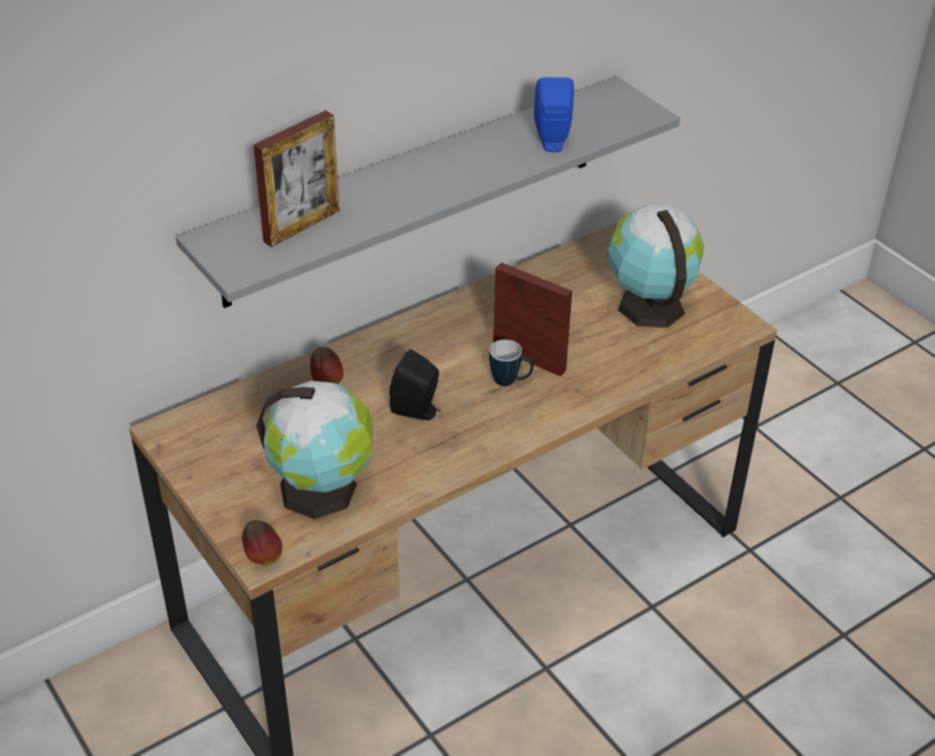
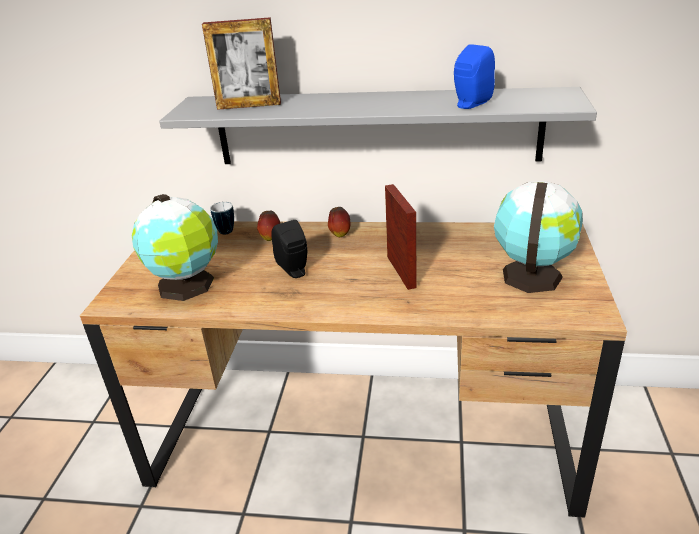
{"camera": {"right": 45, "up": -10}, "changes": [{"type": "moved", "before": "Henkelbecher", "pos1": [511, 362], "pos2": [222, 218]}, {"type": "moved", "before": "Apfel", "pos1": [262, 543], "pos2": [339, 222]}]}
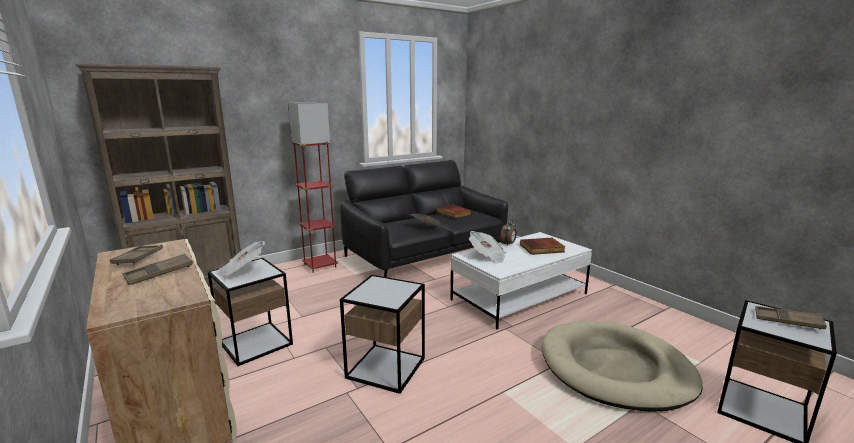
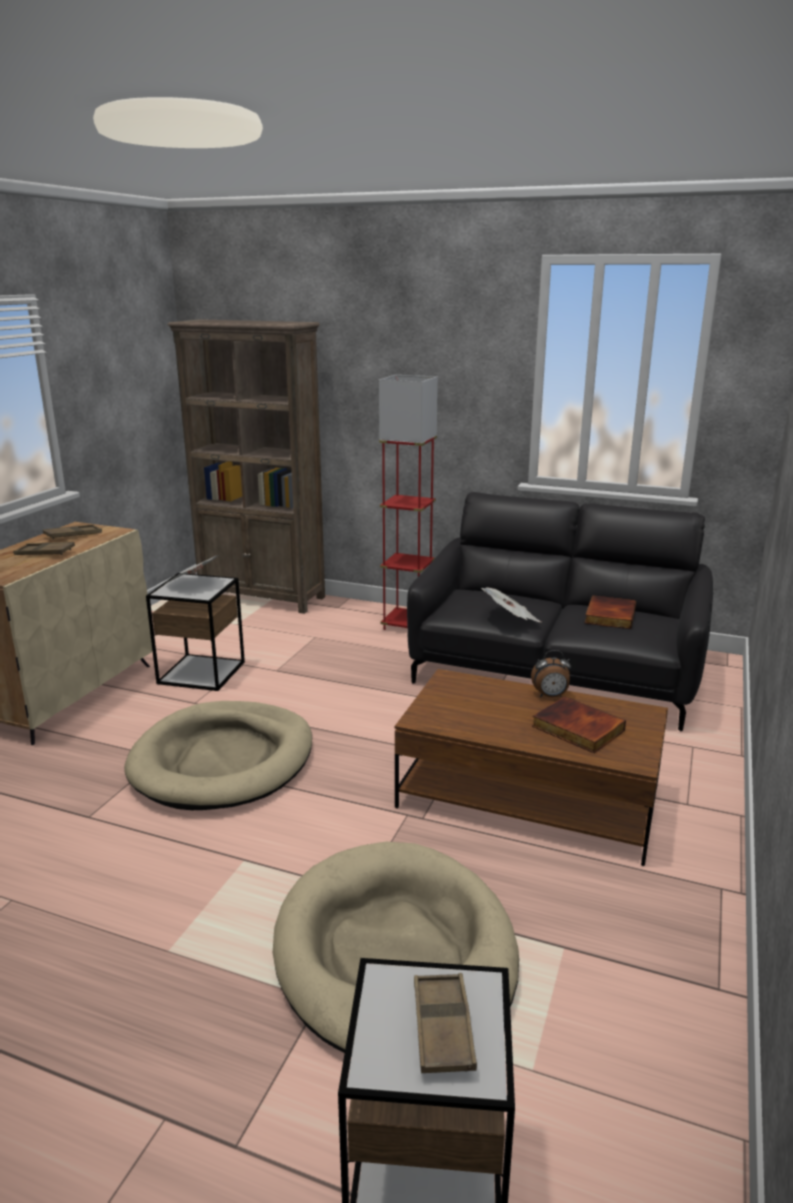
{"camera": {"right": 55, "up": 5}, "changes": [{"type": "removed", "before": "Zeitung", "pos1": [487, 246]}, {"type": "recoloured", "before": "Couchtisch [weiß]", "after": "Couchtisch [braun]", "pos1": [521, 281], "pos2": [531, 767]}, {"type": "replaced", "before": "Beistelltisch", "after": "Hundebett [beige]", "pos1": [382, 334], "pos2": [218, 755]}]}
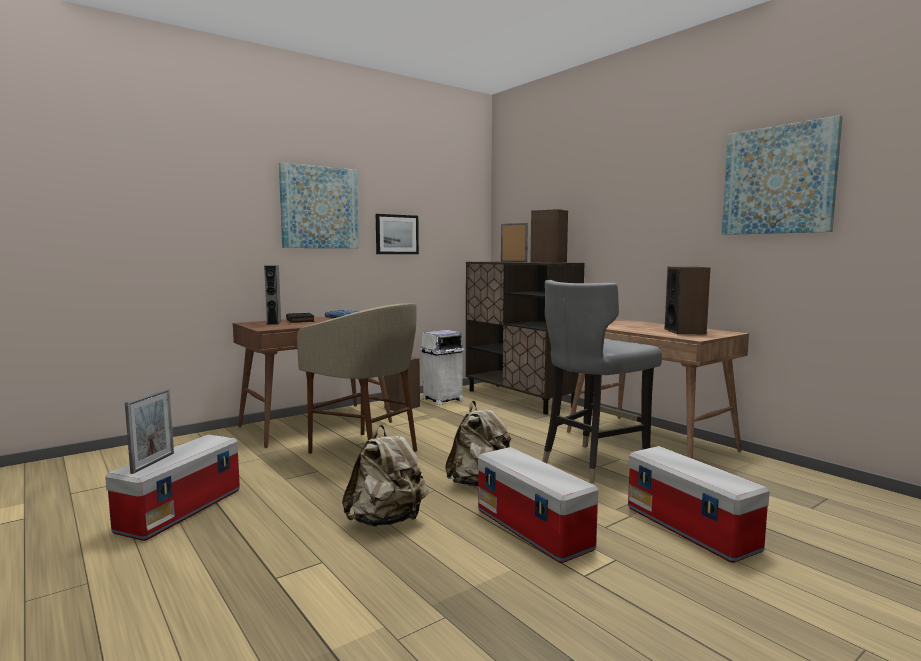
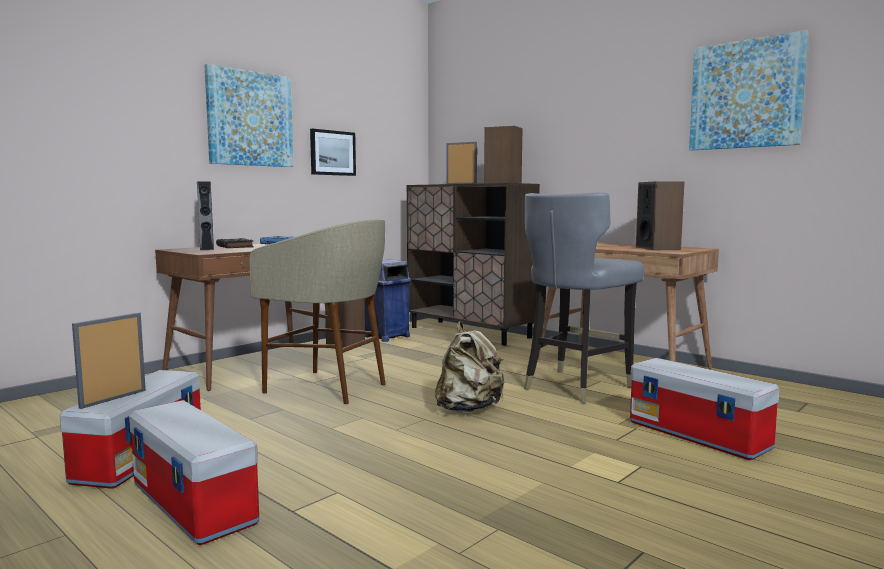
{"camera": {"right": -10, "up": 0}, "changes": [{"type": "recoloured", "before": "Mülleimer [weiß]", "after": "Mülleimer [blau]", "pos1": [442, 367], "pos2": [388, 301]}, {"type": "turned", "before": "Bilderrahmen", "pos1": [149, 431], "pos2": [109, 360], "turn": -150}, {"type": "removed", "before": "Rucksack [beige]", "pos1": [385, 475]}, {"type": "moved", "before": "Aufbewahrungsbox", "pos1": [538, 505], "pos2": [194, 472]}]}
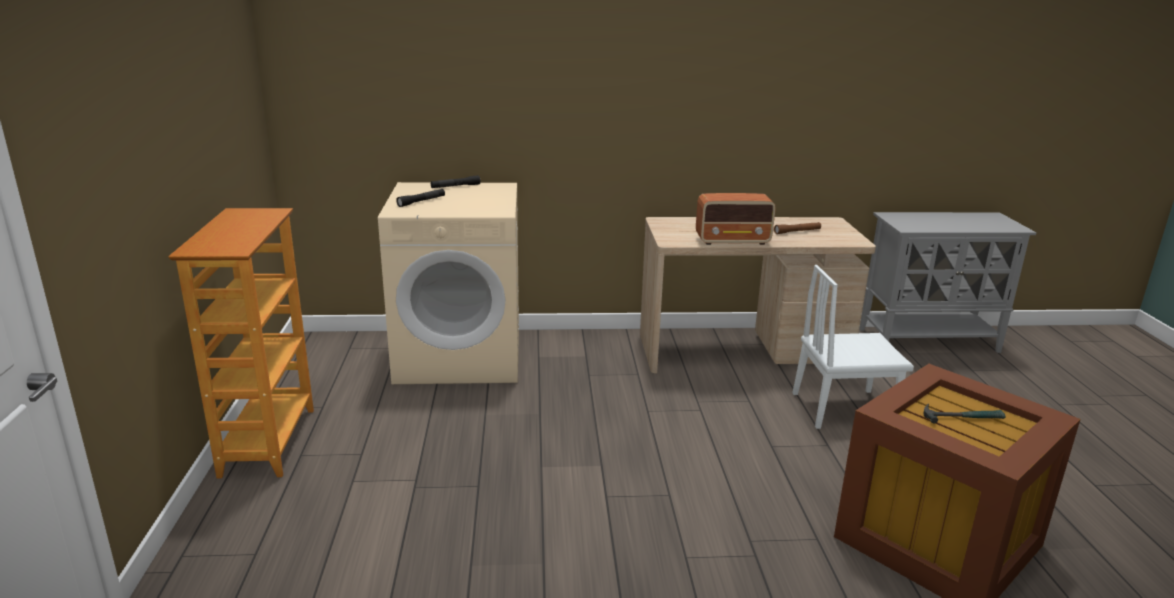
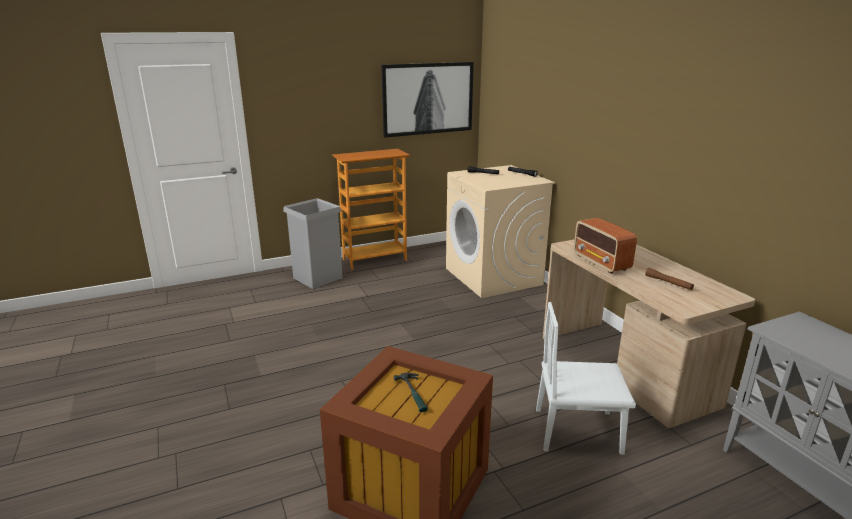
{"camera": {"right": 70, "up": 0}, "changes": [{"type": "turned", "before": "Stuhl [weiß]", "pos1": [853, 347], "pos2": [586, 378], "turn": -60}, {"type": "added", "after": "Bild", "pos2": [427, 100]}, {"type": "added", "after": "Mülleimer [grau]", "pos2": [312, 243]}]}
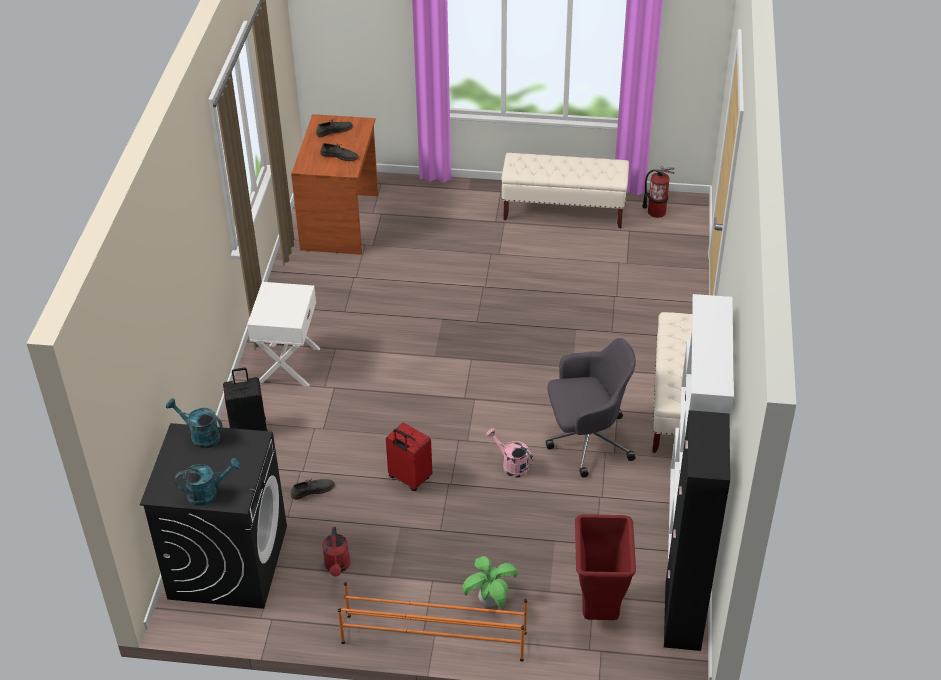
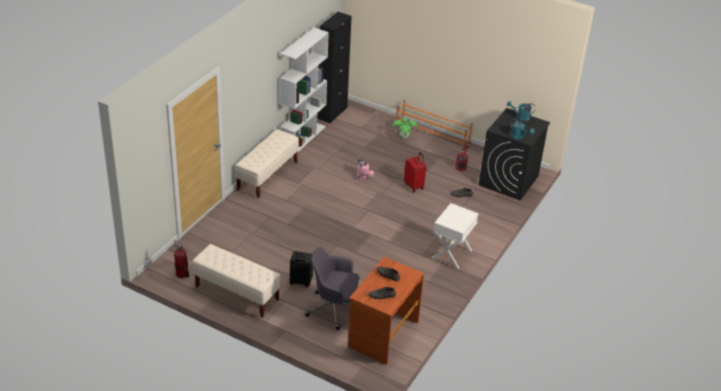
{"camera": {"right": -160, "up": -5}, "changes": [{"type": "moved", "before": "Bürostuhl [grau]", "pos1": [591, 407], "pos2": [332, 288]}, {"type": "moved", "before": "Koffer [schwarz]", "pos1": [245, 399], "pos2": [301, 269]}, {"type": "removed", "before": "Mülleimer [rot]", "pos1": [605, 567]}]}
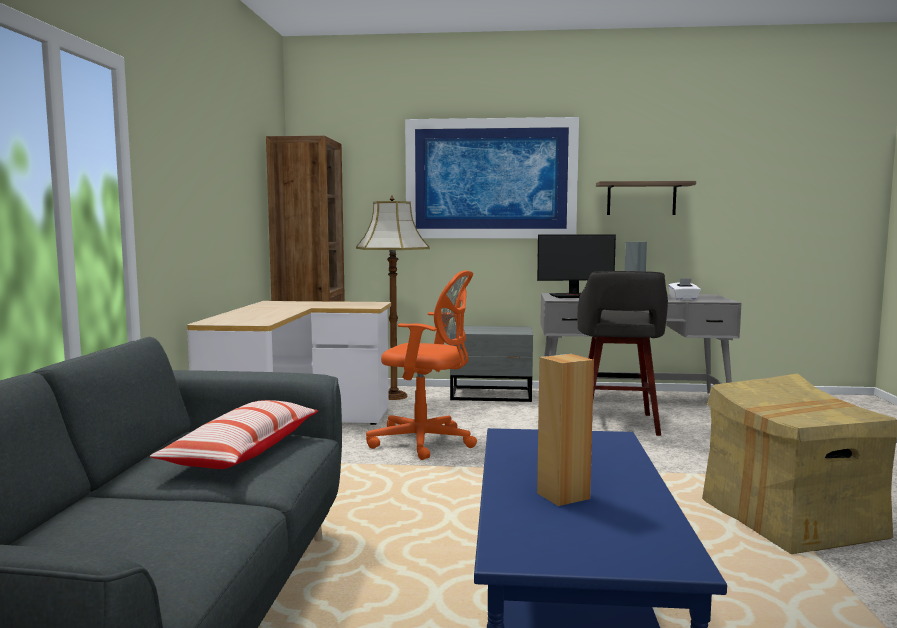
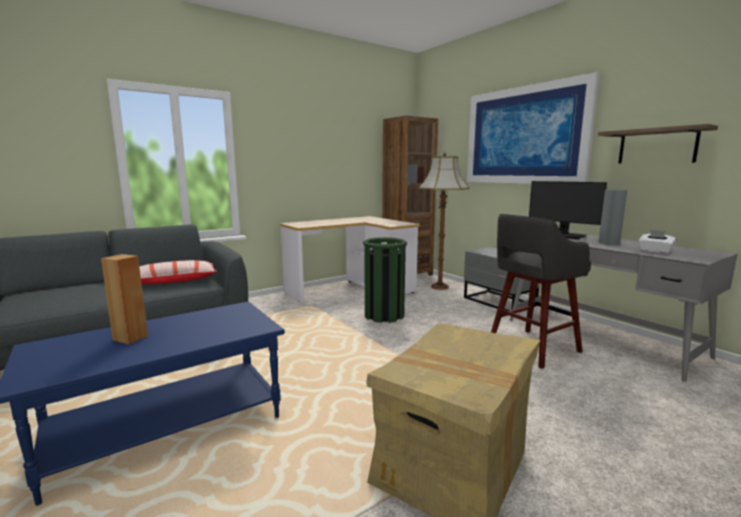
{"camera": {"right": 50, "up": 5}, "changes": [{"type": "replaced", "before": "Bürostuhl [orange]", "after": "Mülleimer [grün]", "pos1": [421, 365], "pos2": [385, 280]}]}
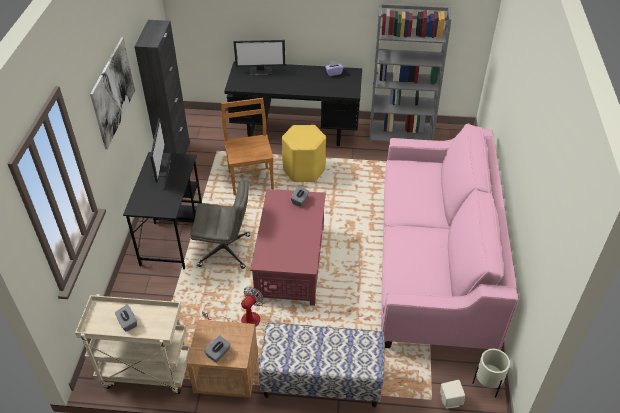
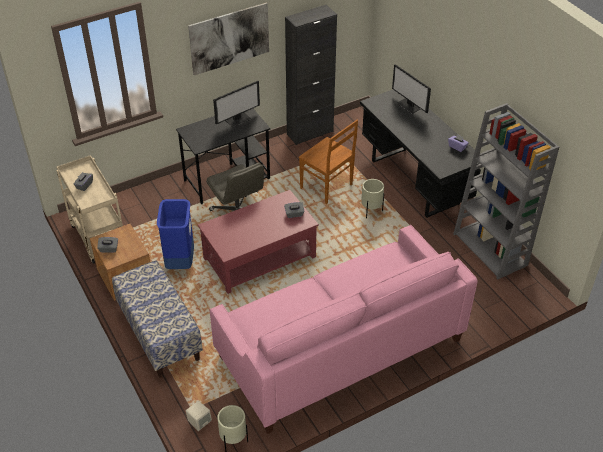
{"camera": {"right": 55, "up": 0}, "changes": [{"type": "turned", "before": "Stuhl [braun]", "pos1": [247, 146], "pos2": [328, 162], "turn": 90}, {"type": "replaced", "before": "Hocker [gelb]", "after": "Pflanzkübel [beige]", "pos1": [304, 153], "pos2": [372, 199]}, {"type": "replaced", "before": "Ventilator", "after": "Mülleimer [blau]", "pos1": [233, 307], "pos2": [175, 234]}]}
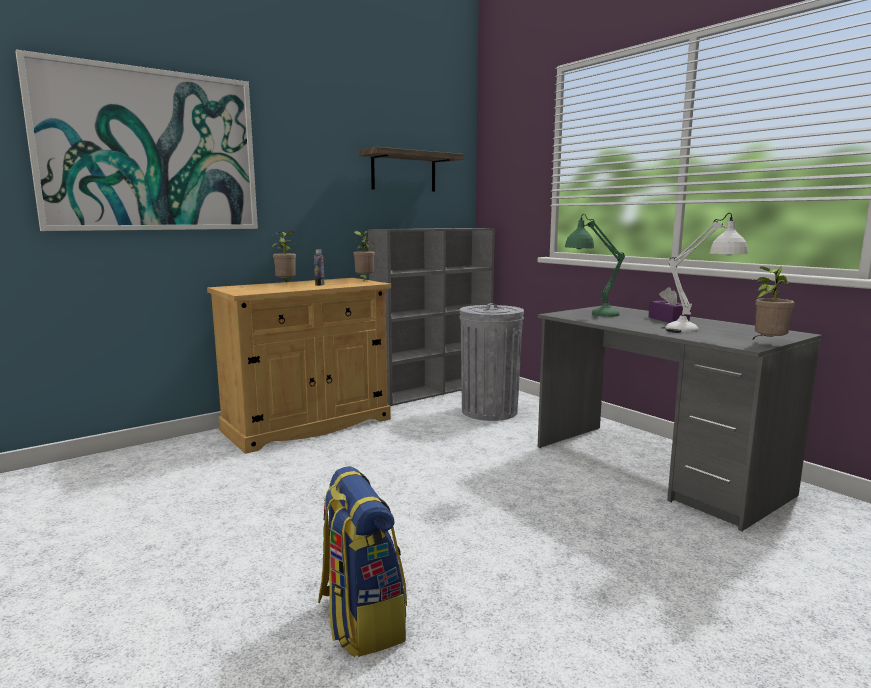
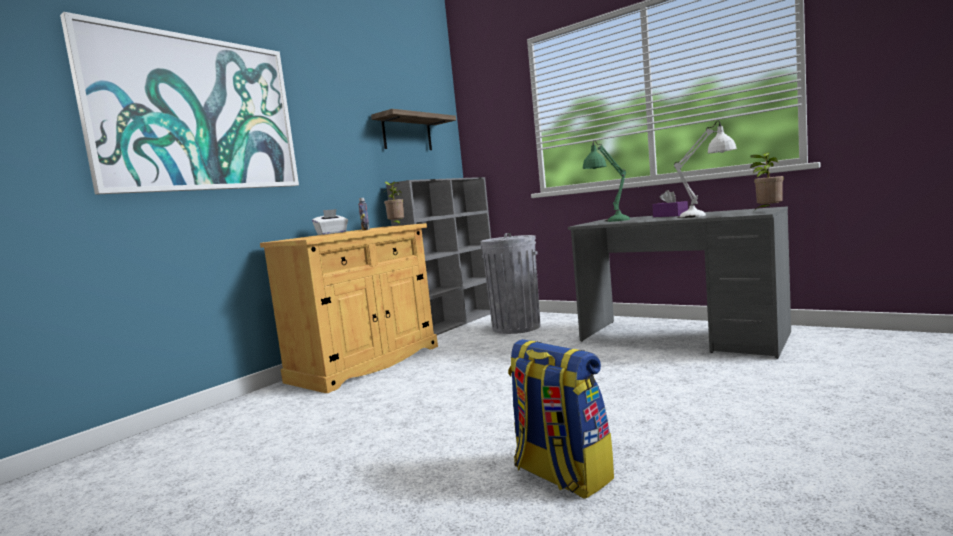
{"camera": {"right": -15, "up": -5}, "changes": [{"type": "replaced", "before": "Topfpflanze", "after": "Taschentuchbox [weiß]", "pos1": [284, 256], "pos2": [330, 222]}]}
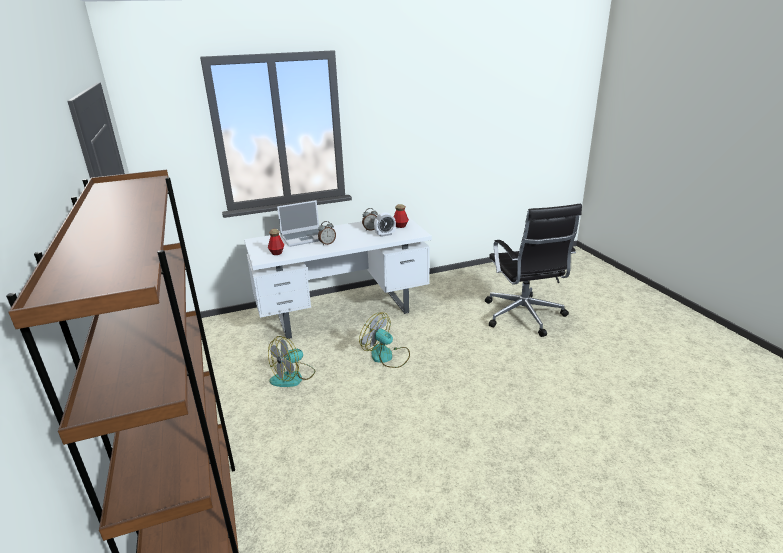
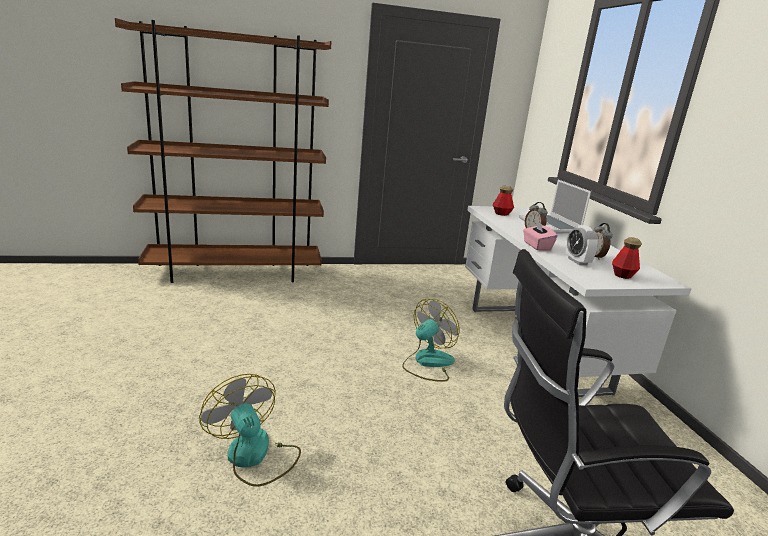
{"camera": {"right": 95, "up": -5}, "changes": [{"type": "moved", "before": "Ventilator", "pos1": [291, 361], "pos2": [250, 430]}, {"type": "added", "after": "Taschentuchbox [rosa]", "pos2": [540, 235]}]}
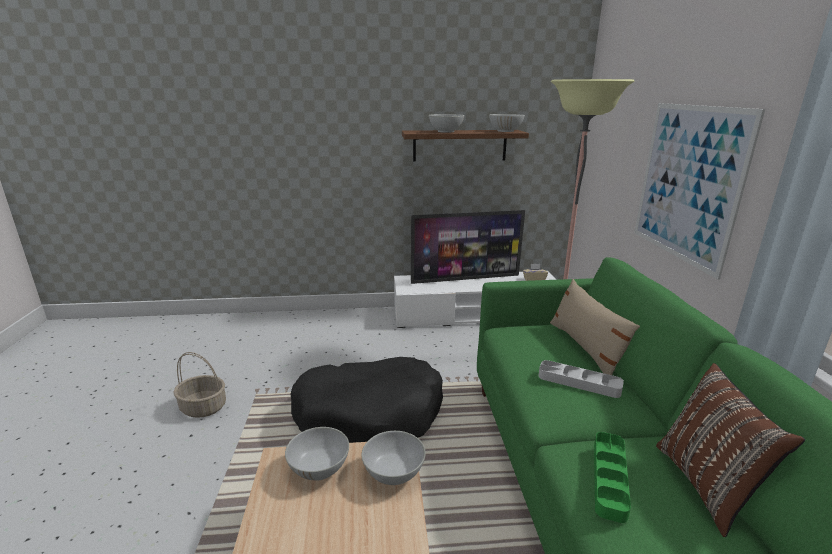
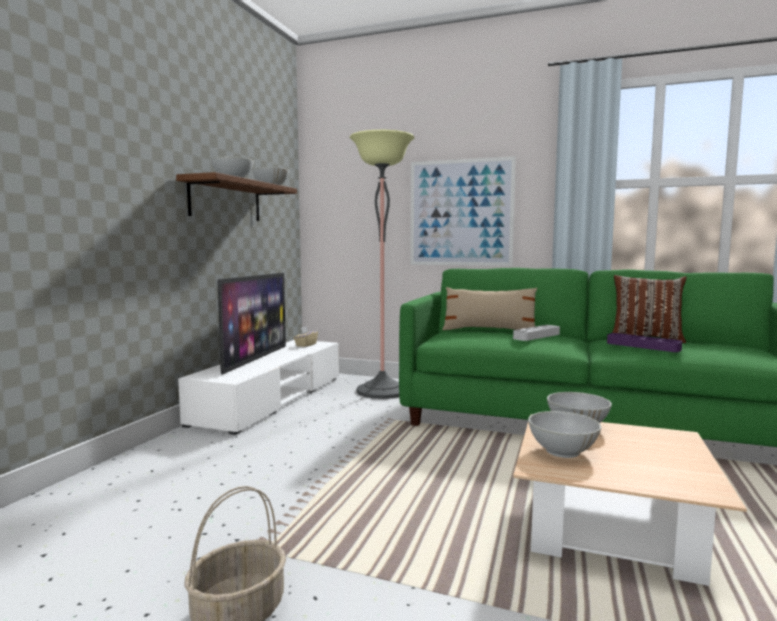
{"camera": {"right": -65, "up": -15}, "changes": [{"type": "removed", "before": "Hundebett [schwarz]", "pos1": [367, 400]}, {"type": "recoloured", "before": "Tablett [grün]", "after": "Tablett [lila]", "pos1": [612, 477], "pos2": [644, 342]}]}
